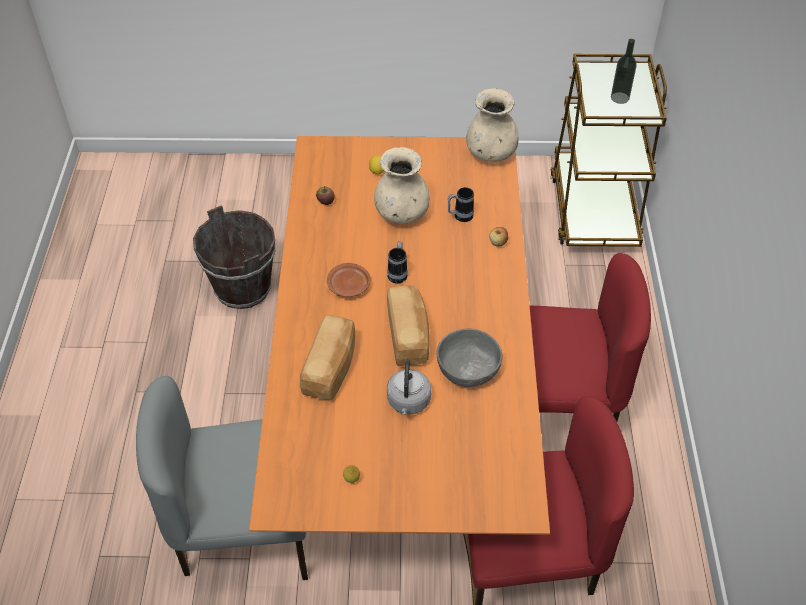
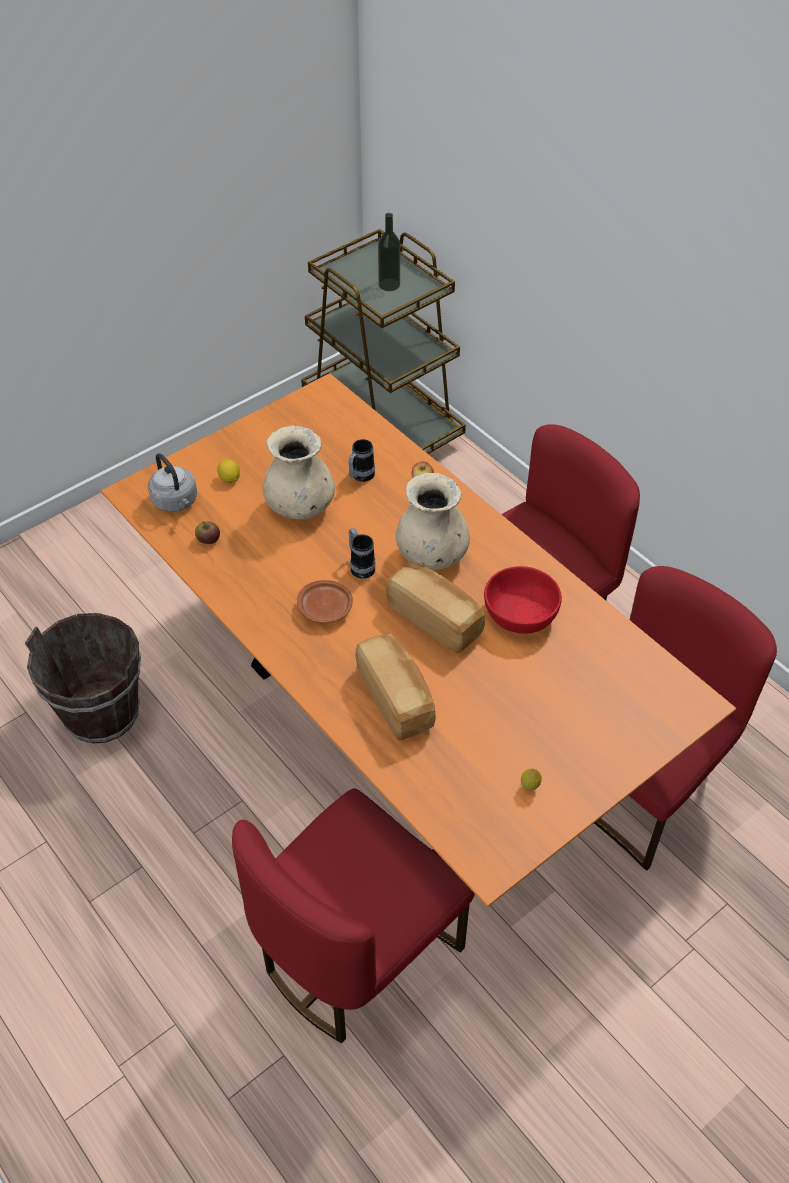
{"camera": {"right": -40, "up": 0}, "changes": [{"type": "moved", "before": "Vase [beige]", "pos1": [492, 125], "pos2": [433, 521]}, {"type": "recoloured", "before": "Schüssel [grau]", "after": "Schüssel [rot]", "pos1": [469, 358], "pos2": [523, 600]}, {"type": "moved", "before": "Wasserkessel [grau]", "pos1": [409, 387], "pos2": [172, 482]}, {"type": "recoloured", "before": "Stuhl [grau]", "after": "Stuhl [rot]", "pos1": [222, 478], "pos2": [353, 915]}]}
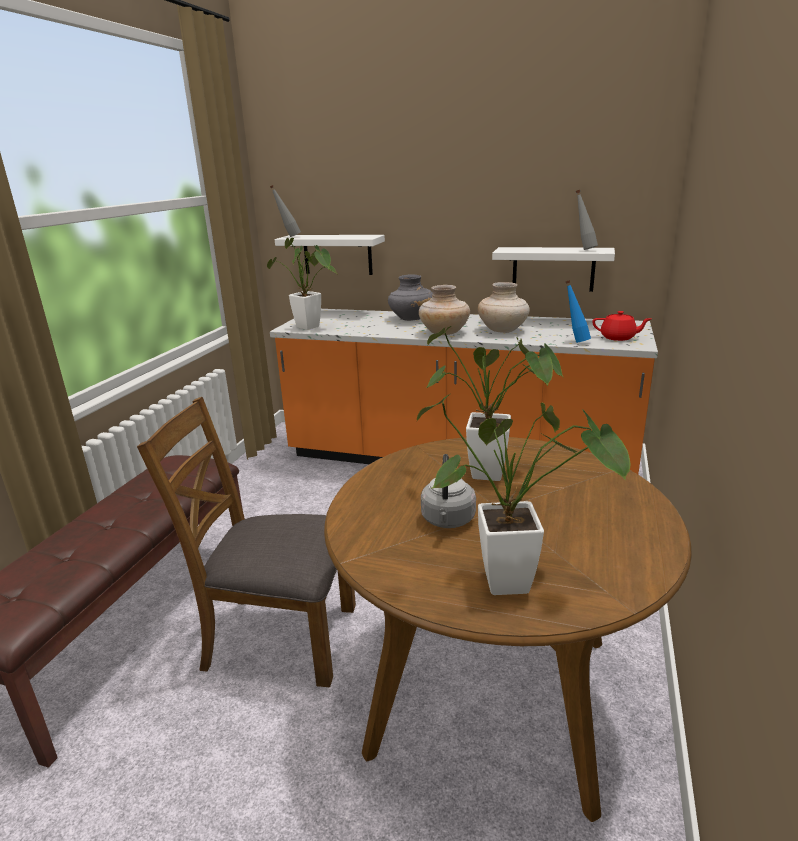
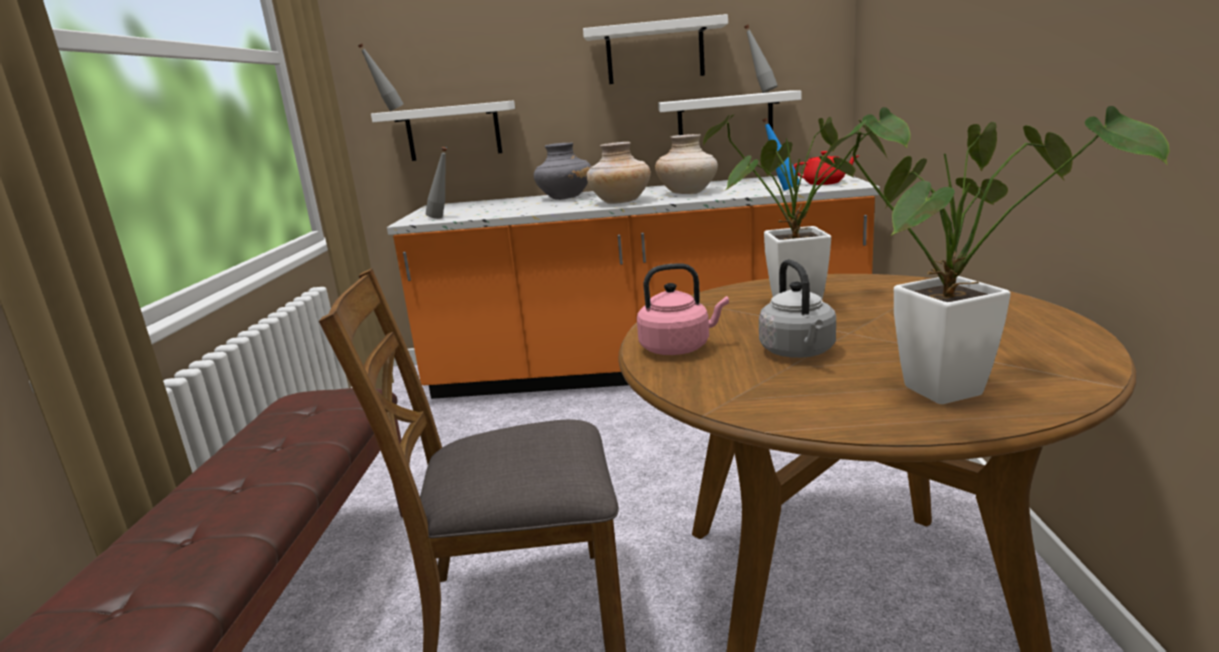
{"camera": {"right": -15, "up": -5}, "changes": [{"type": "replaced", "before": "Topfpflanze", "after": "Flasche [grau]", "pos1": [302, 284], "pos2": [436, 183]}, {"type": "added", "after": "Wandregal [weiß]", "pos2": [655, 49]}, {"type": "added", "after": "Wasserkessel [rosa]", "pos2": [683, 309]}]}
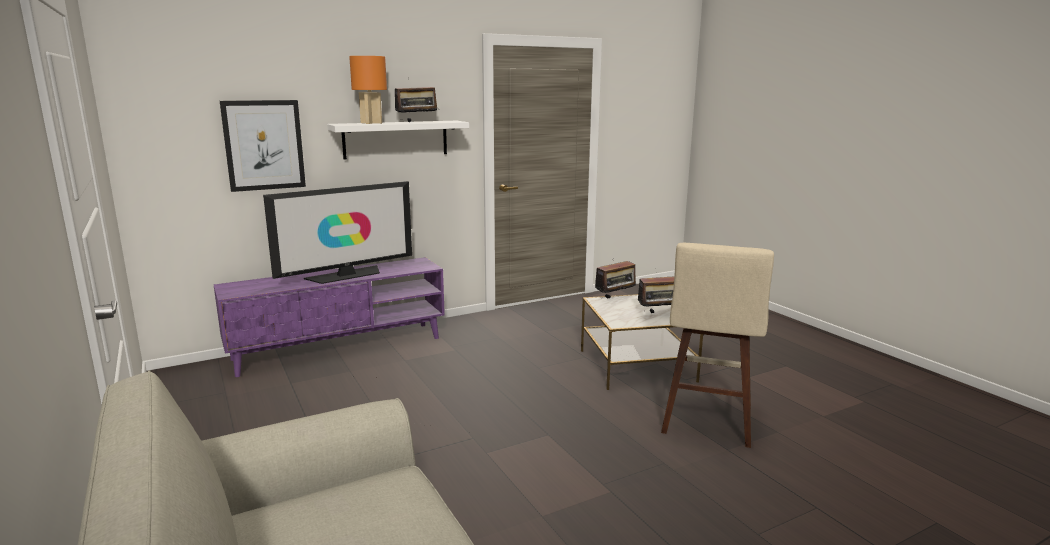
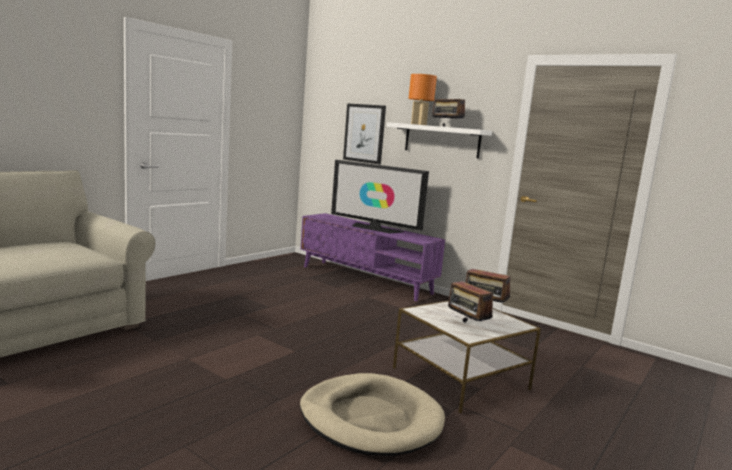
{"camera": {"right": 65, "up": -5}, "changes": [{"type": "replaced", "before": "Hocker [beige]", "after": "Hundebett [beige]", "pos1": [717, 345], "pos2": [372, 414]}]}
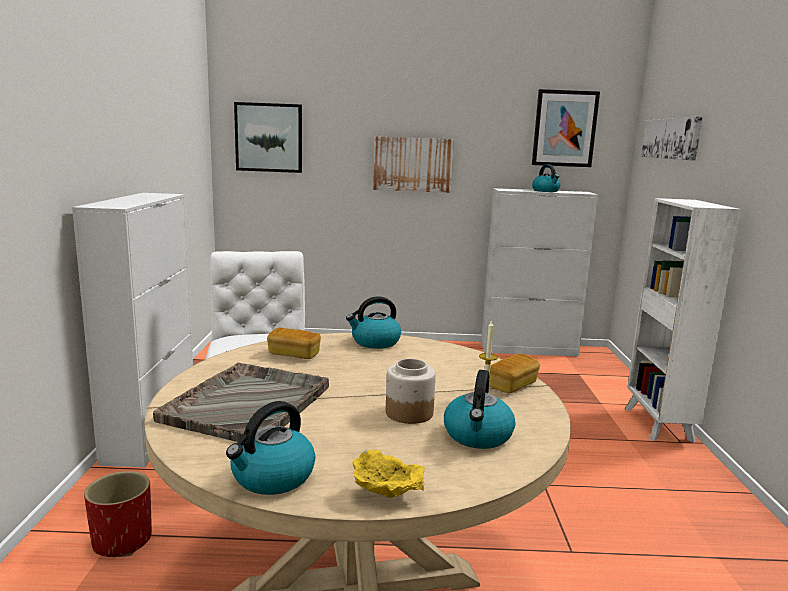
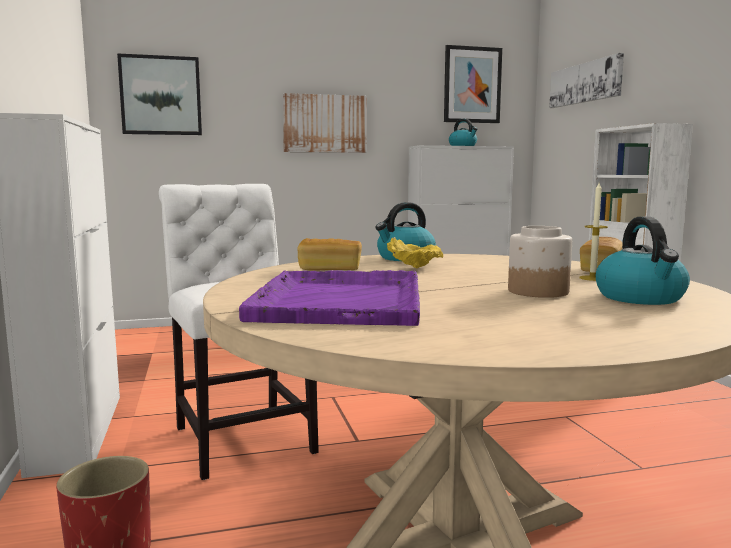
{"camera": {"right": -15, "up": -5}, "changes": [{"type": "recoloured", "before": "Tablett [grau]", "after": "Tablett [lila]", "pos1": [241, 402], "pos2": [329, 298]}, {"type": "removed", "before": "Wasserkessel", "pos1": [271, 448]}, {"type": "moved", "before": "Schüssel [gelb]", "pos1": [388, 473], "pos2": [415, 253]}]}
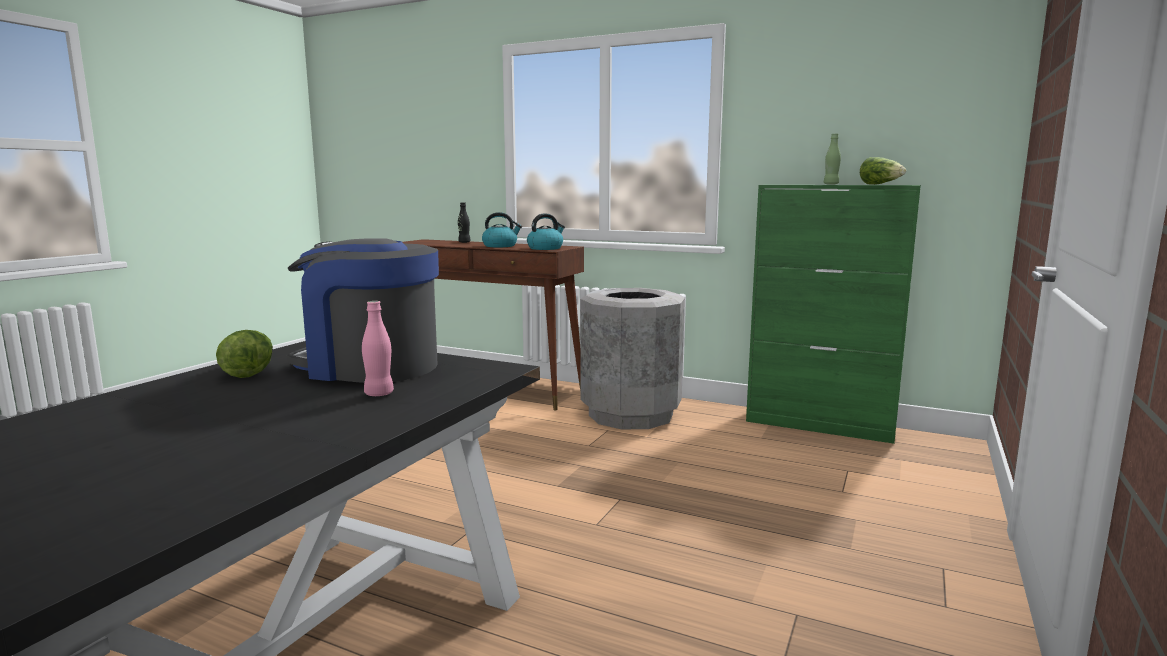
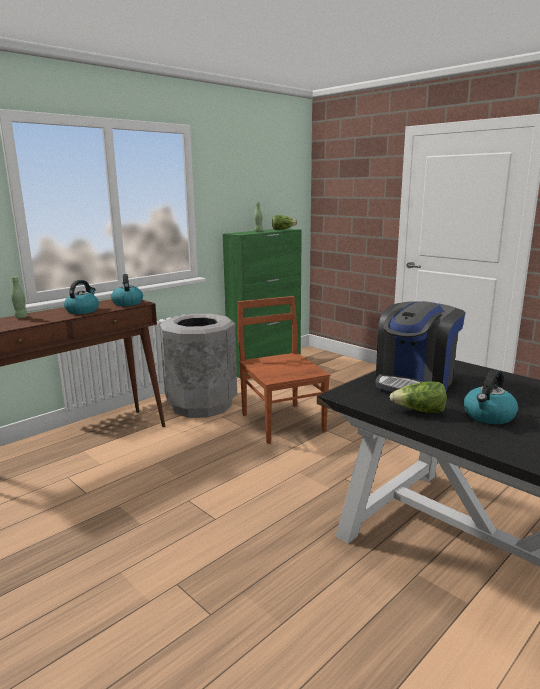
{"camera": {"right": -70, "up": 5}, "changes": [{"type": "recoloured", "before": "Flasche [schwarz]", "after": "Flasche [grün]", "pos1": [464, 222], "pos2": [19, 297]}, {"type": "removed", "before": "Flasche [rosa]", "pos1": [378, 348]}, {"type": "added", "after": "Stuhl [braun]", "pos2": [284, 370]}, {"type": "added", "after": "Wasserkessel", "pos2": [491, 397]}]}
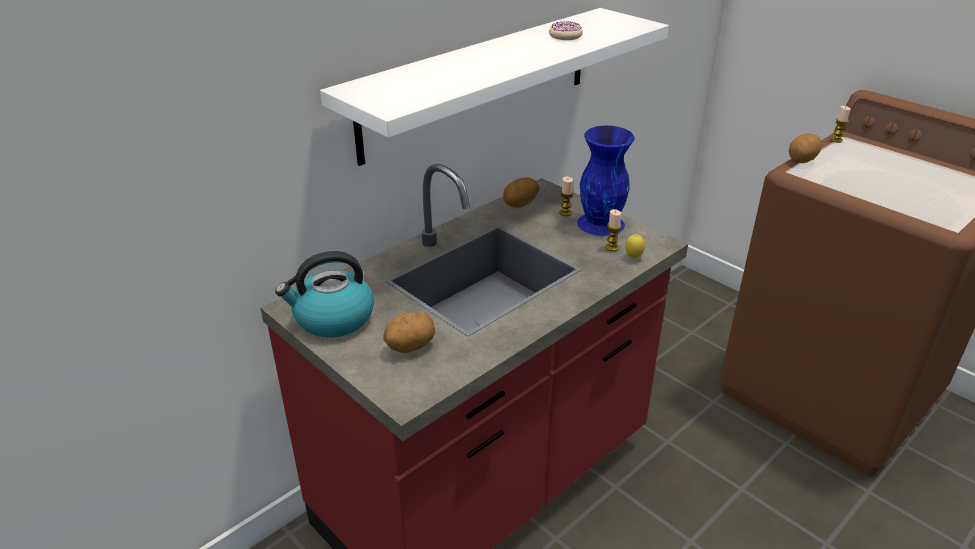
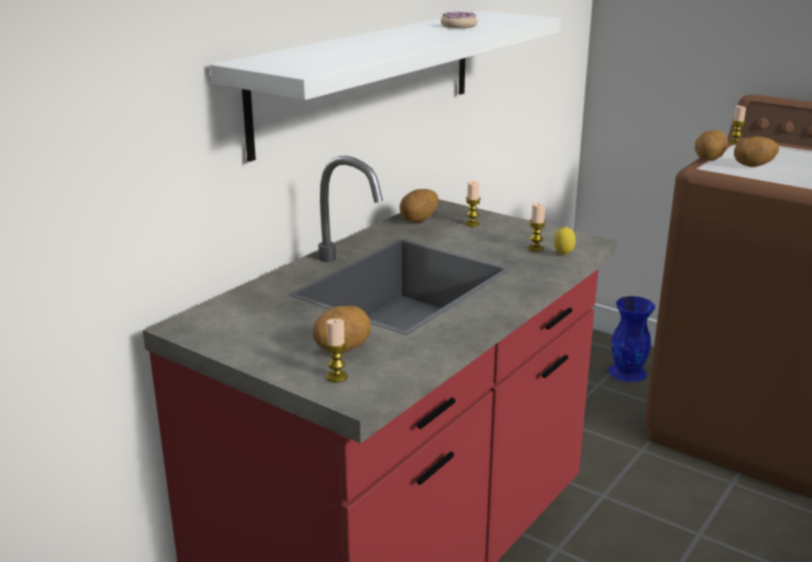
{"camera": {"right": -10, "up": -10}, "changes": [{"type": "moved", "before": "Vase [blau]", "pos1": [606, 181], "pos2": [632, 339]}, {"type": "removed", "before": "Wasserkessel", "pos1": [324, 294]}, {"type": "added", "after": "Kartoffel", "pos2": [756, 151]}, {"type": "added", "after": "Kerze", "pos2": [336, 351]}]}
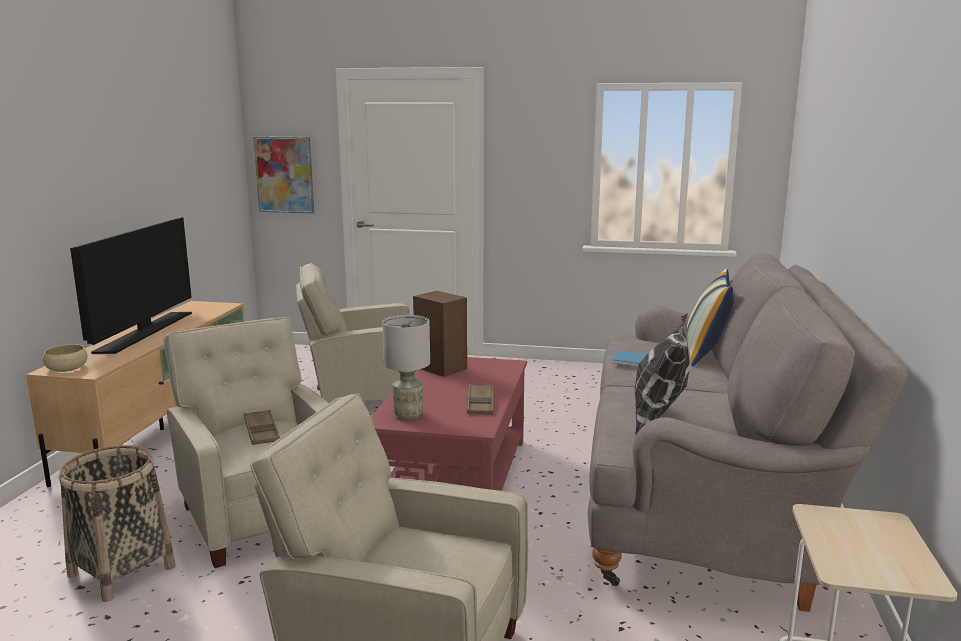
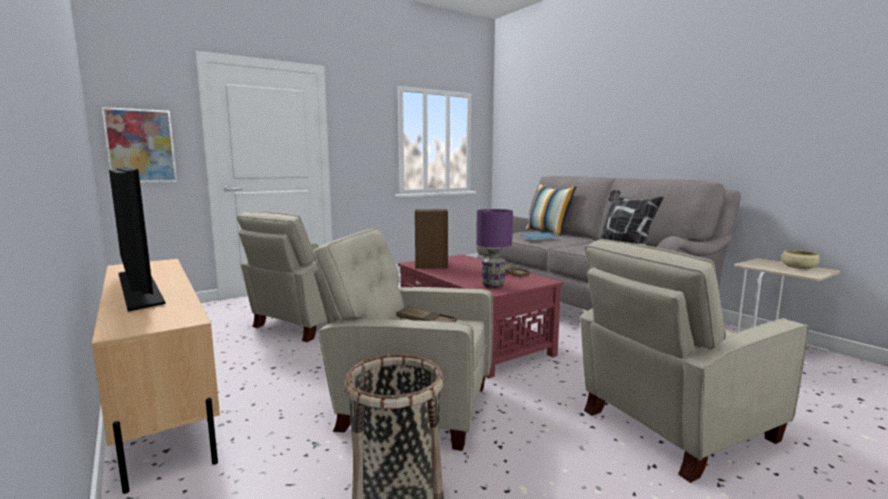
{"camera": {"right": -45, "up": -5}, "changes": [{"type": "recoloured", "before": "Tischlampe [grau]", "after": "Tischlampe [lila]", "pos1": [406, 367], "pos2": [494, 248]}, {"type": "moved", "before": "Schüssel [beige]", "pos1": [65, 358], "pos2": [800, 259]}]}
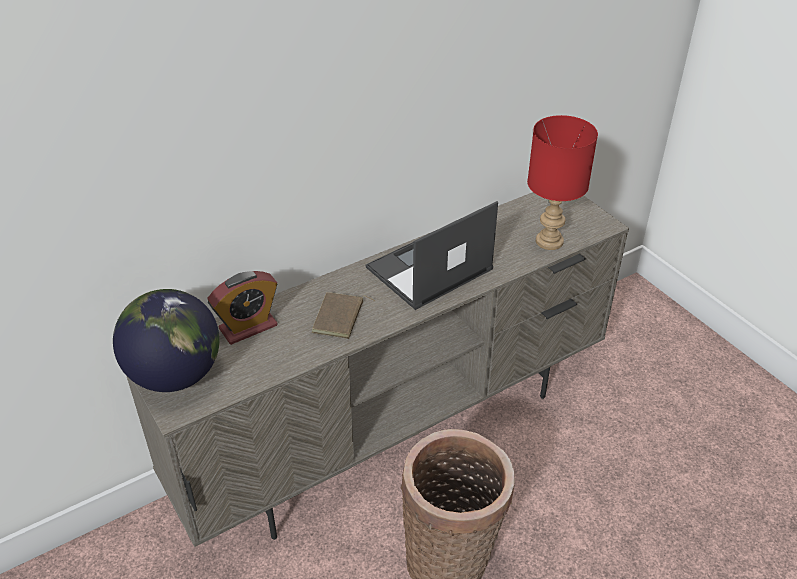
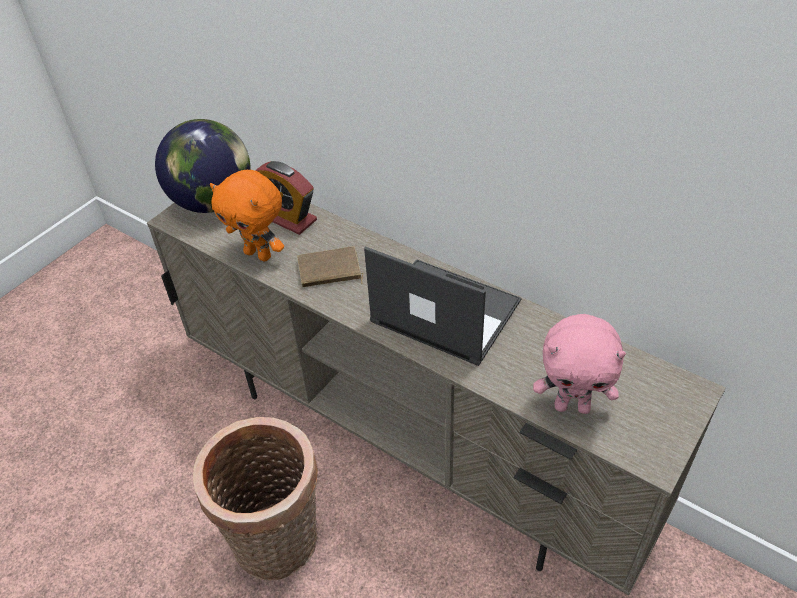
{"camera": {"right": 70, "up": 5}, "changes": [{"type": "replaced", "before": "Tischlampe [rot]", "after": "Plüschtier [rosa]", "pos1": [562, 182], "pos2": [579, 364]}, {"type": "added", "after": "Plüschtier [orange]", "pos2": [247, 215]}]}
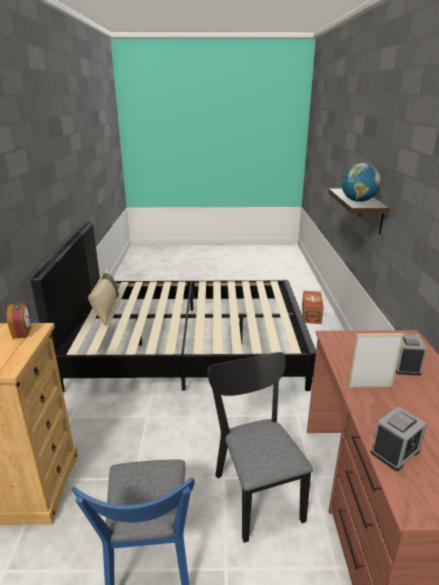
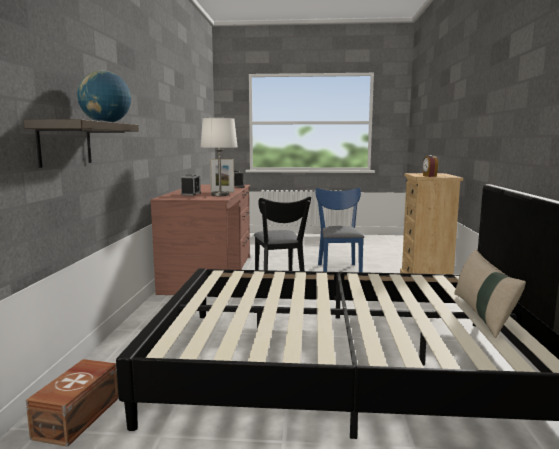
{"camera": {"right": -175, "up": -15}, "changes": [{"type": "added", "after": "Tischlampe [weiß]", "pos2": [219, 156]}]}
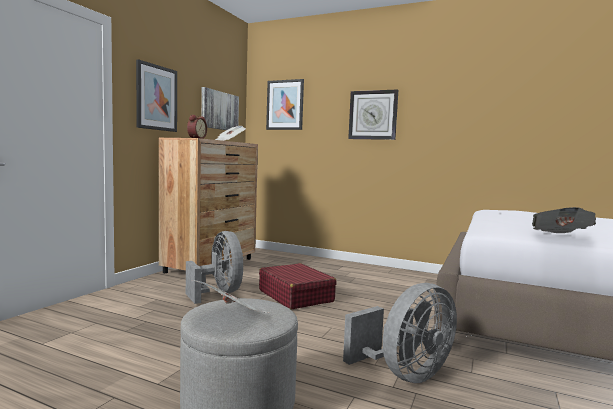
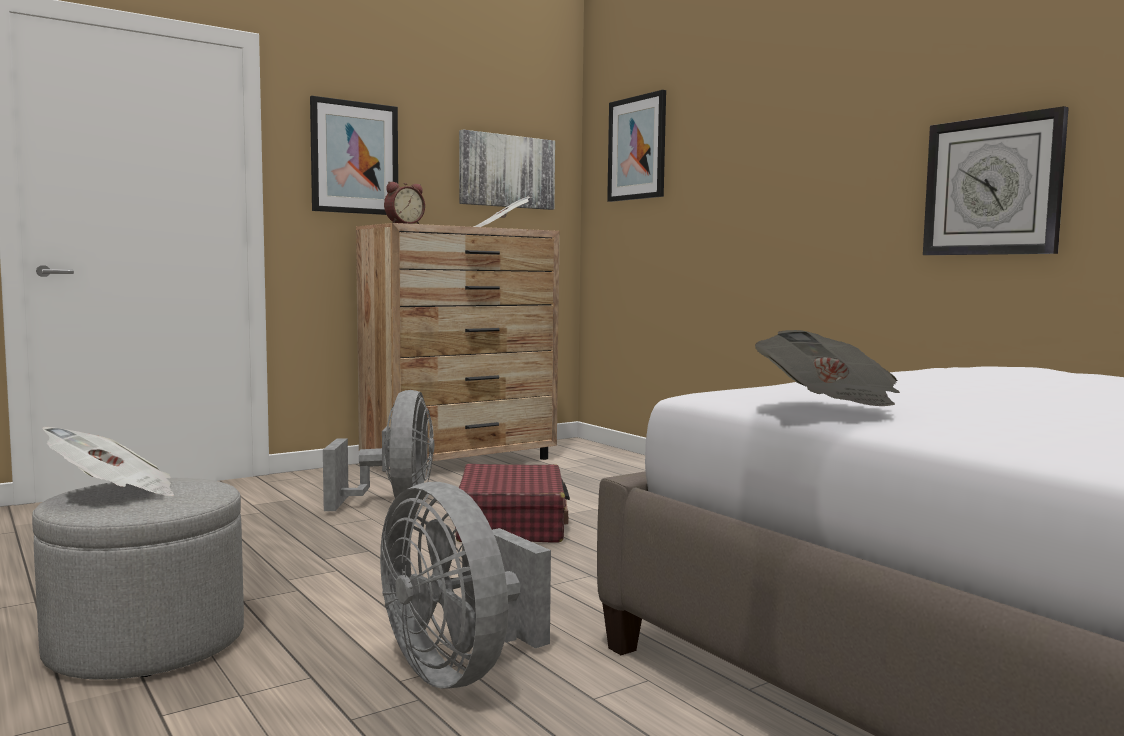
{"camera": {"right": 30, "up": 0}, "changes": [{"type": "moved", "before": "Wanduhr", "pos1": [373, 114], "pos2": [996, 180]}, {"type": "turned", "before": "Ventilator [grau]", "pos1": [400, 333], "pos2": [465, 585], "turn": 60}]}
